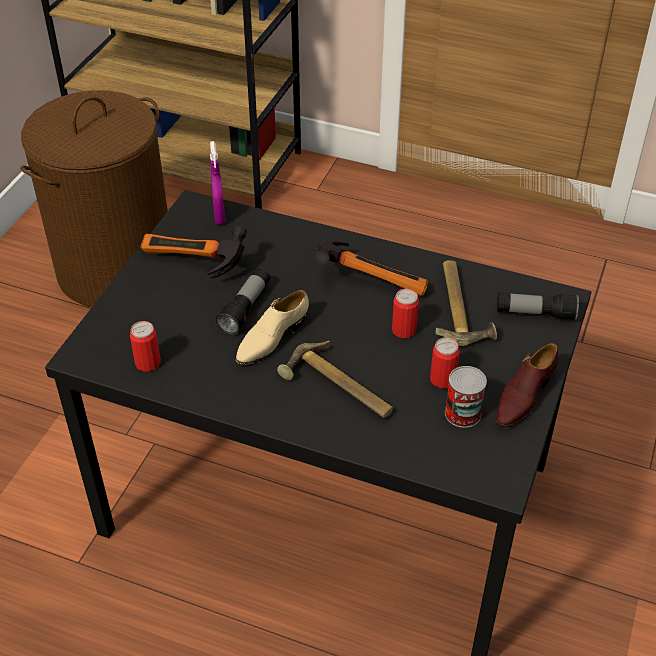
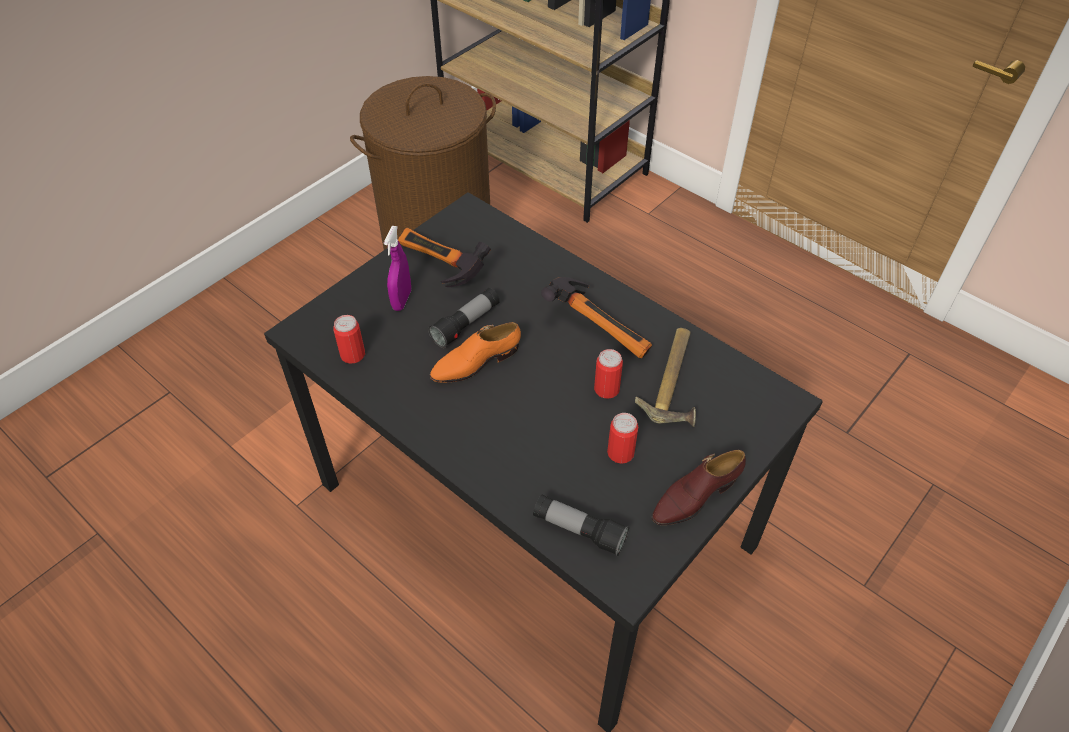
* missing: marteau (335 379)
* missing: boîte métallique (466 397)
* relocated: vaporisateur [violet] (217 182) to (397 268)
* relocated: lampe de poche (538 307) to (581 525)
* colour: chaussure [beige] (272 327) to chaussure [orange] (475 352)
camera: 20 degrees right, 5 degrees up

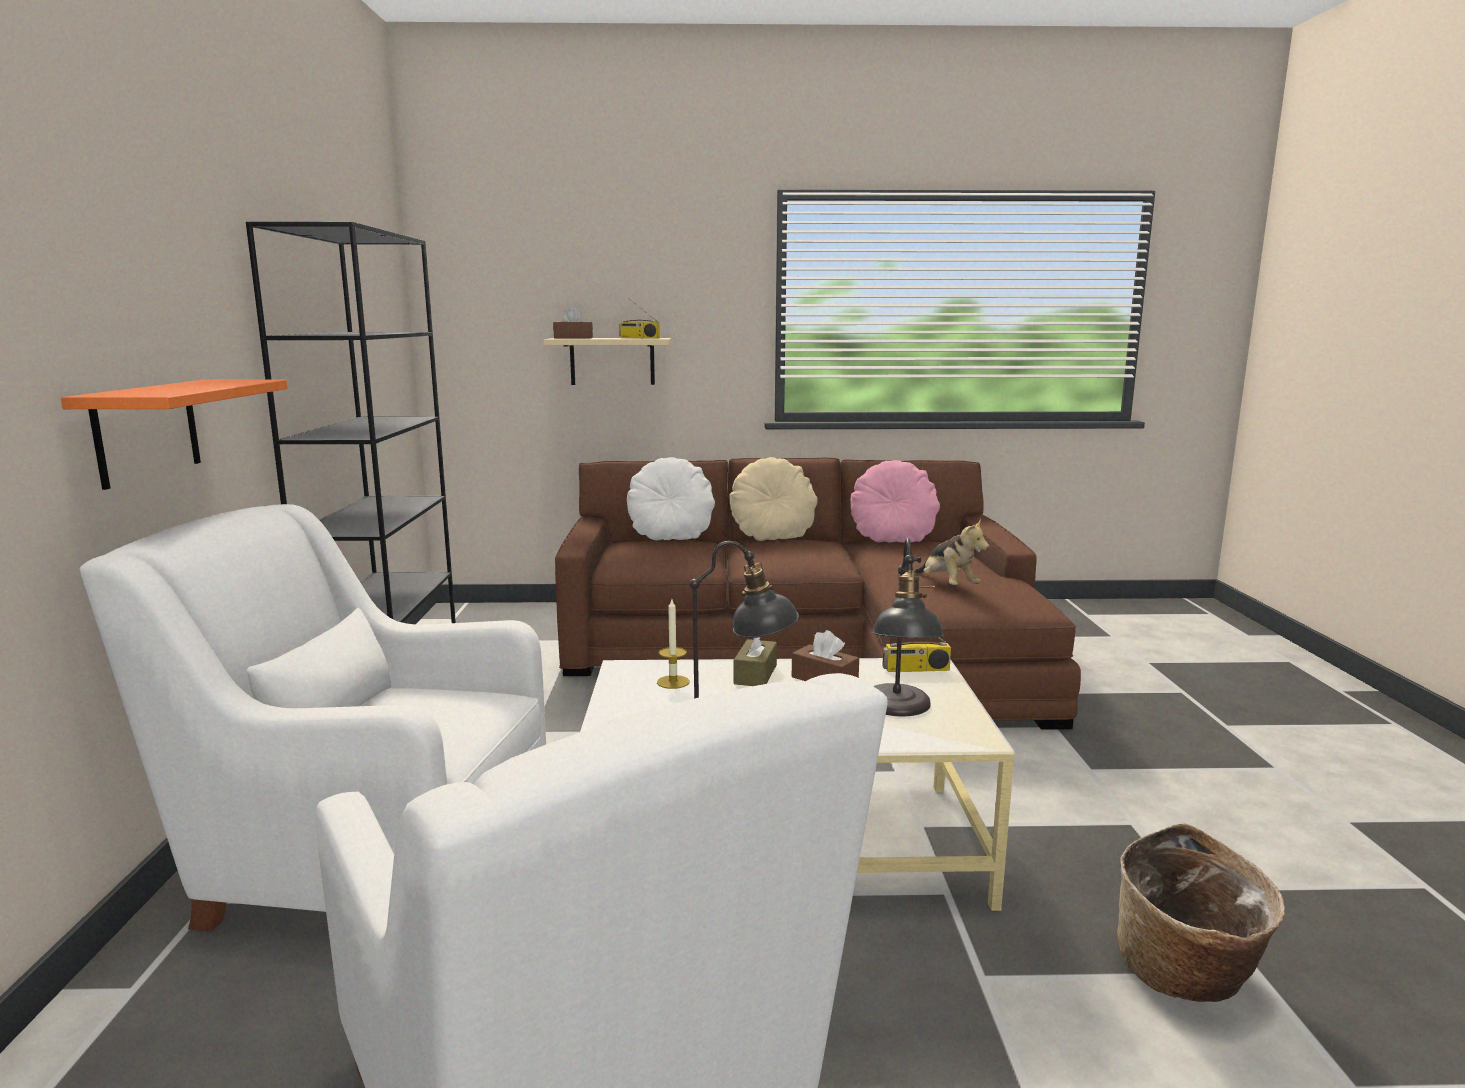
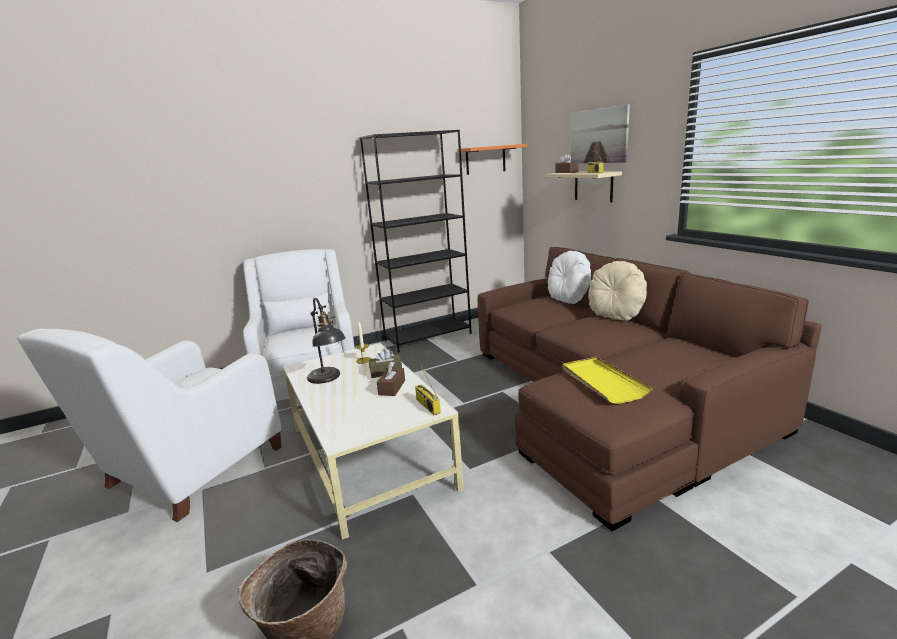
* missing: coussin [rose] (895 501)
* missing: lampe de table [gris] (908 627)
* appeared: tableau (600 133)
* relocated: étagère [orange] (174 435) to (492 159)
* exchanged: peluche (952 552) to plateau [jaune] (608 380)
camera: 65 degrees right, 5 degrees up

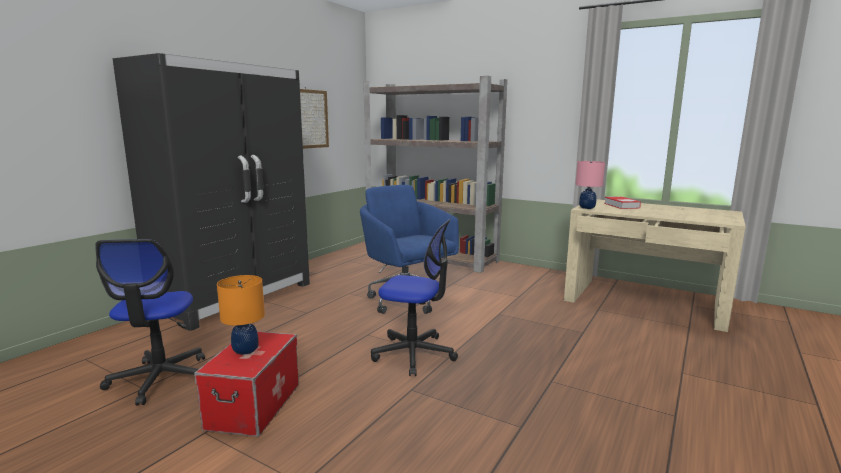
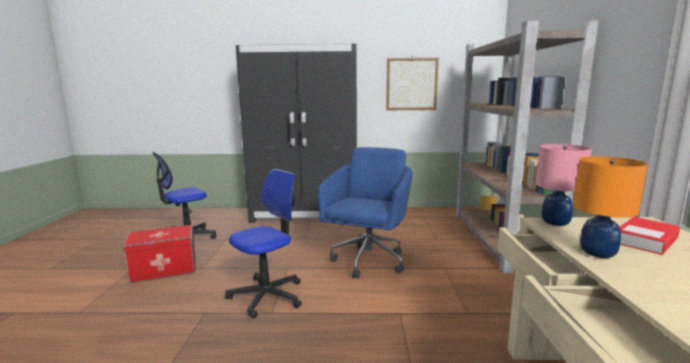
* relocated: lampe de table [orange] (241 315) to (610 207)
* spun: chaise de bureau (414 297) = (263 243) 120 degrees counterclockwise
camera: 60 degrees right, 0 degrees up

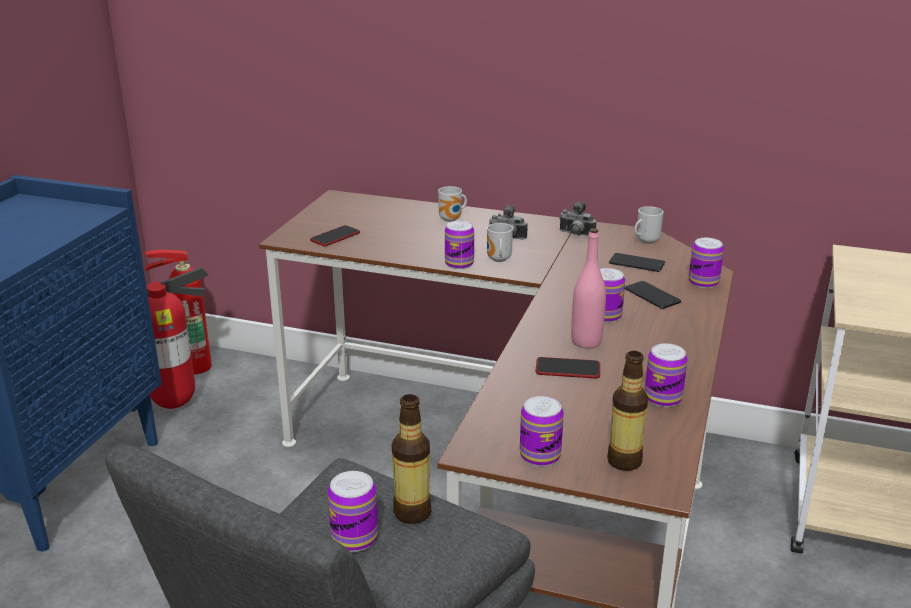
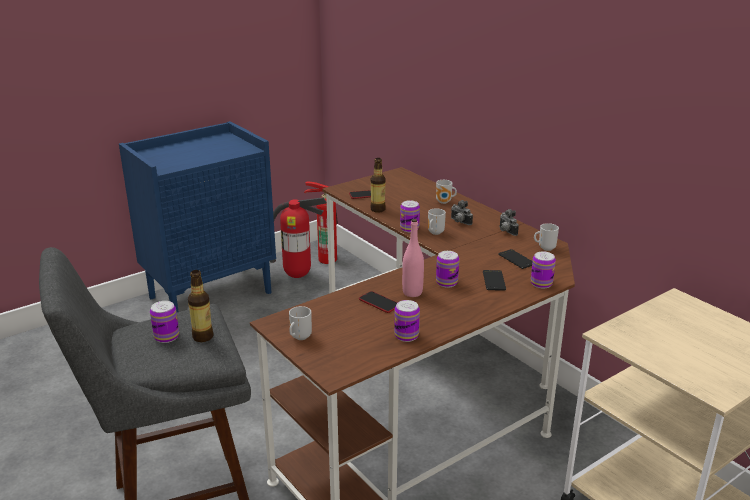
* relocated: bouteille (627 411) to (378 185)
* exchanged: boîte métallique (542 431) to mug (300 323)
camera: 35 degrees right, 0 degrees up

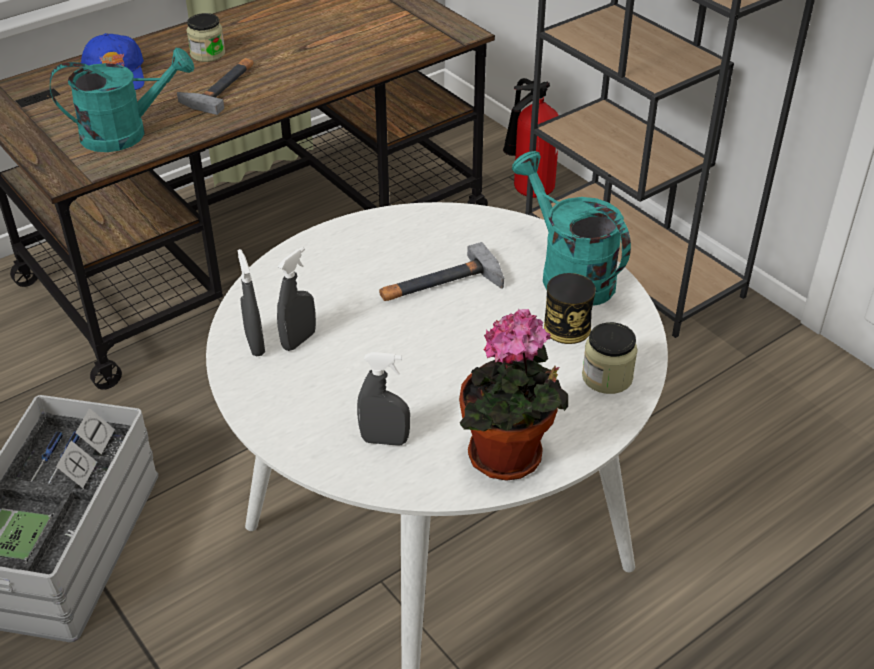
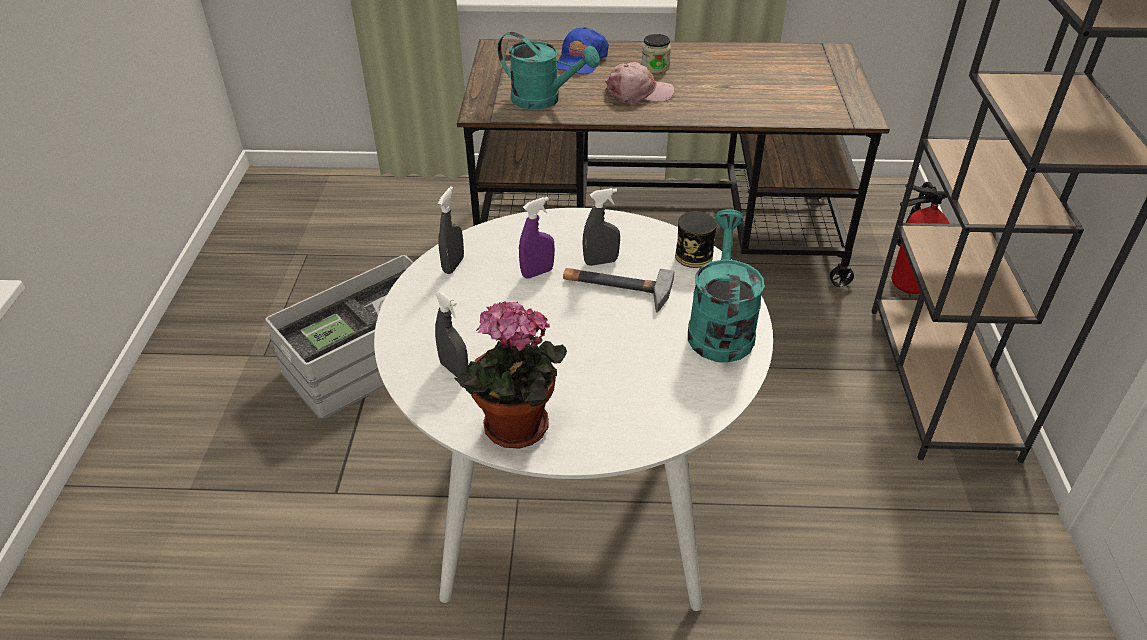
* missing: bocal (610 358)
* appeared: vaporisateur [violet] (537 237)
* relocated: vaporisateur [gris] (296 299) to (601 227)
* relocated: boîte métallique (570 308) to (696 239)
* exchanged: marteau (215 86) to casquette [rose] (639 82)
camera: 40 degrees right, 0 degrees up

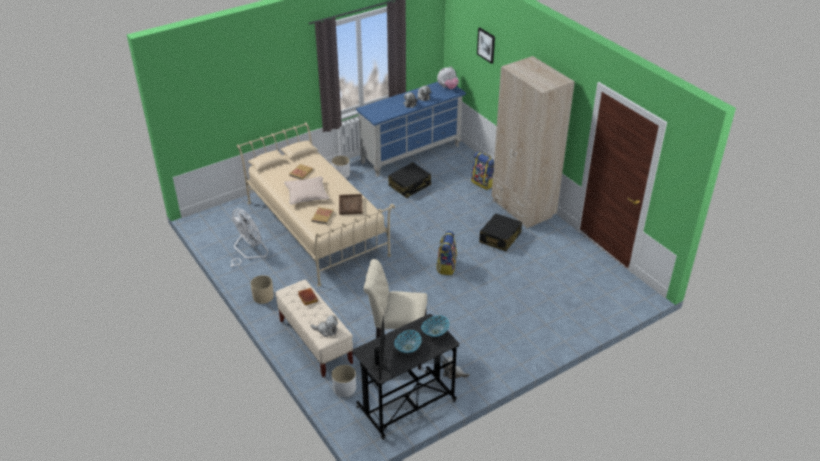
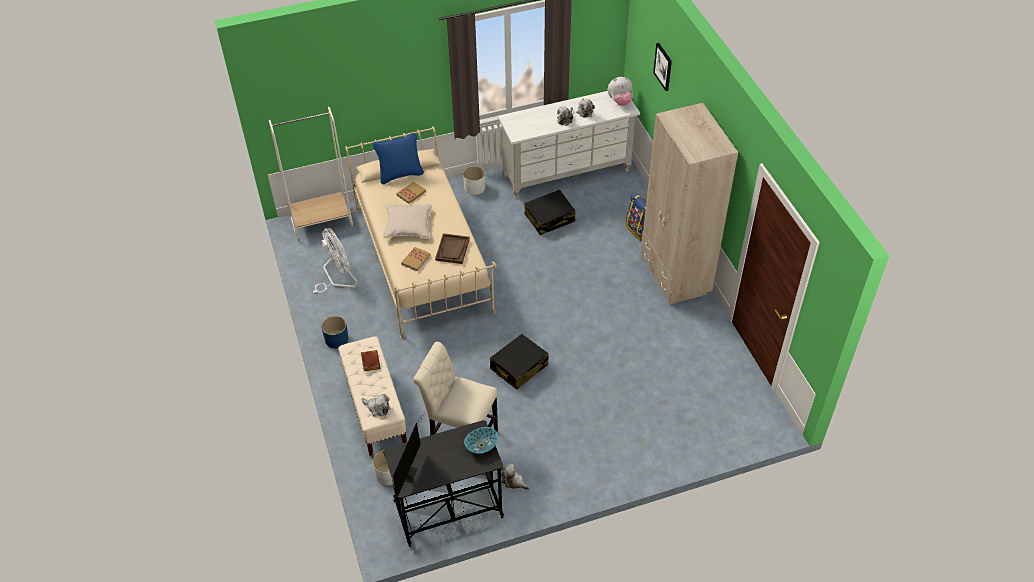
* missing: bol (407 341)
* missing: sac à dos (446 253)
* appeared: portant (311 173)
* appeared: coussin [bleu] (398 158)
* relocated: valise [noir] (500 232) to (519 361)
* colour: cache-pot [beige] (262 289) to cache-pot [bleu] (335 332)
* colour: commode [bleu] (411 129) to commode [blanc] (569 145)
camera: 15 degrees right, 10 degrees up

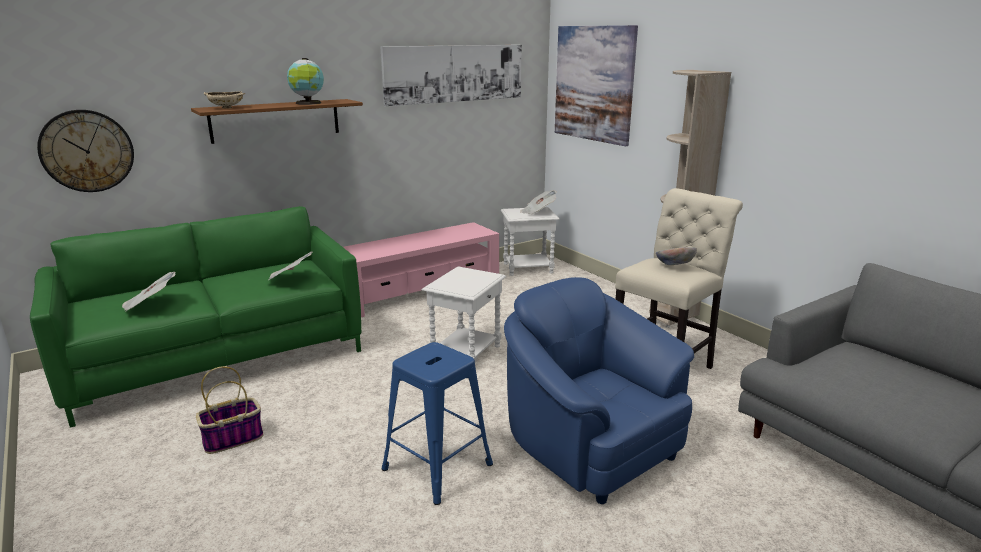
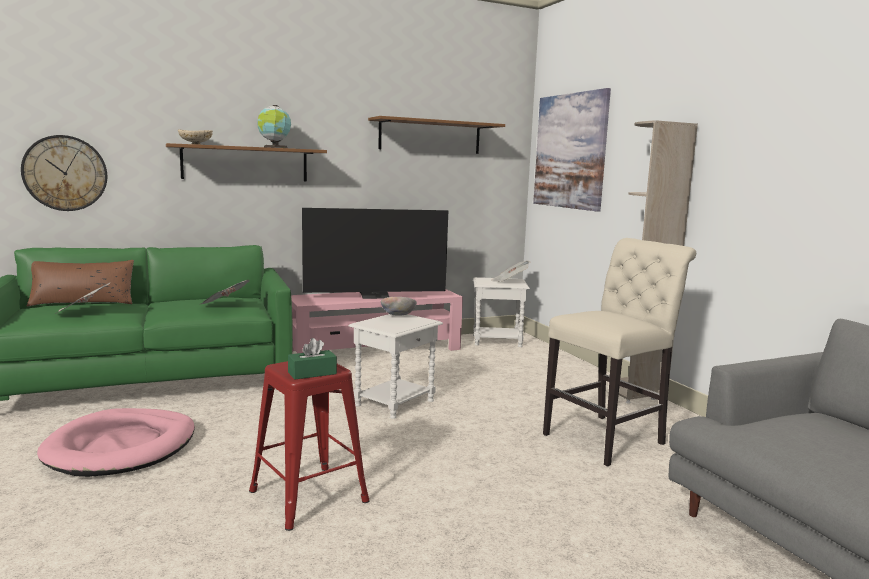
* missing: fauteuil [bleu] (599 390)
* appeared: coussin [marron] (80 283)
* appeared: boîte à mouchoirs [vert] (312 359)
* appeared: téléviseur (375 253)
* relocated: bol (676 256) to (399 306)
* exchanged: panier (230 410) to panier pour chien [rose] (116 442)
* exchanged: tableau (451 75) to étagère [marron] (436 135)
* colour: tabouret [bleu] (437 423) to tabouret [rouge] (309 446)
camera: 10 degrees right, 10 degrees down

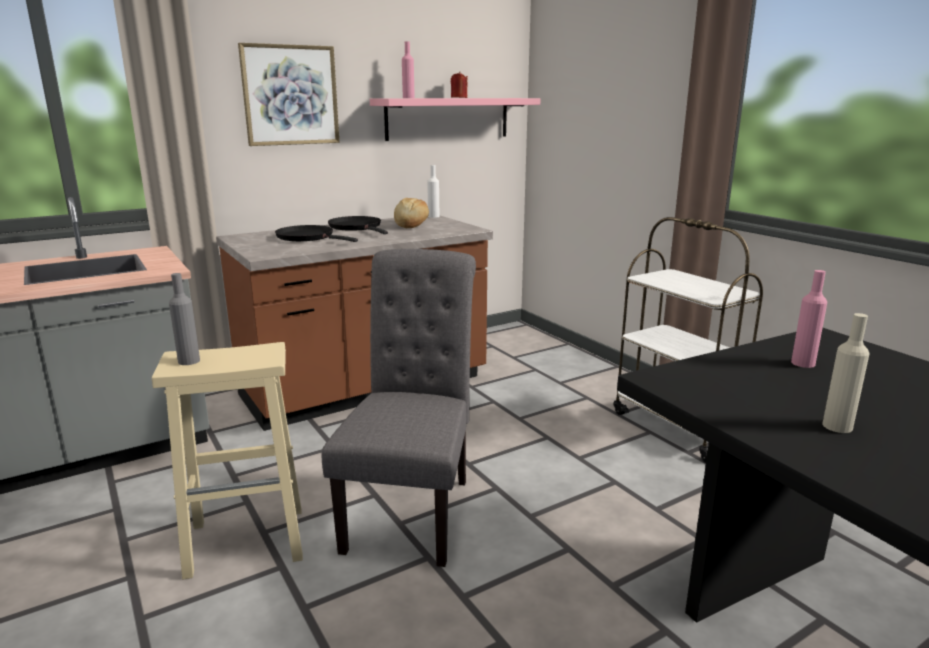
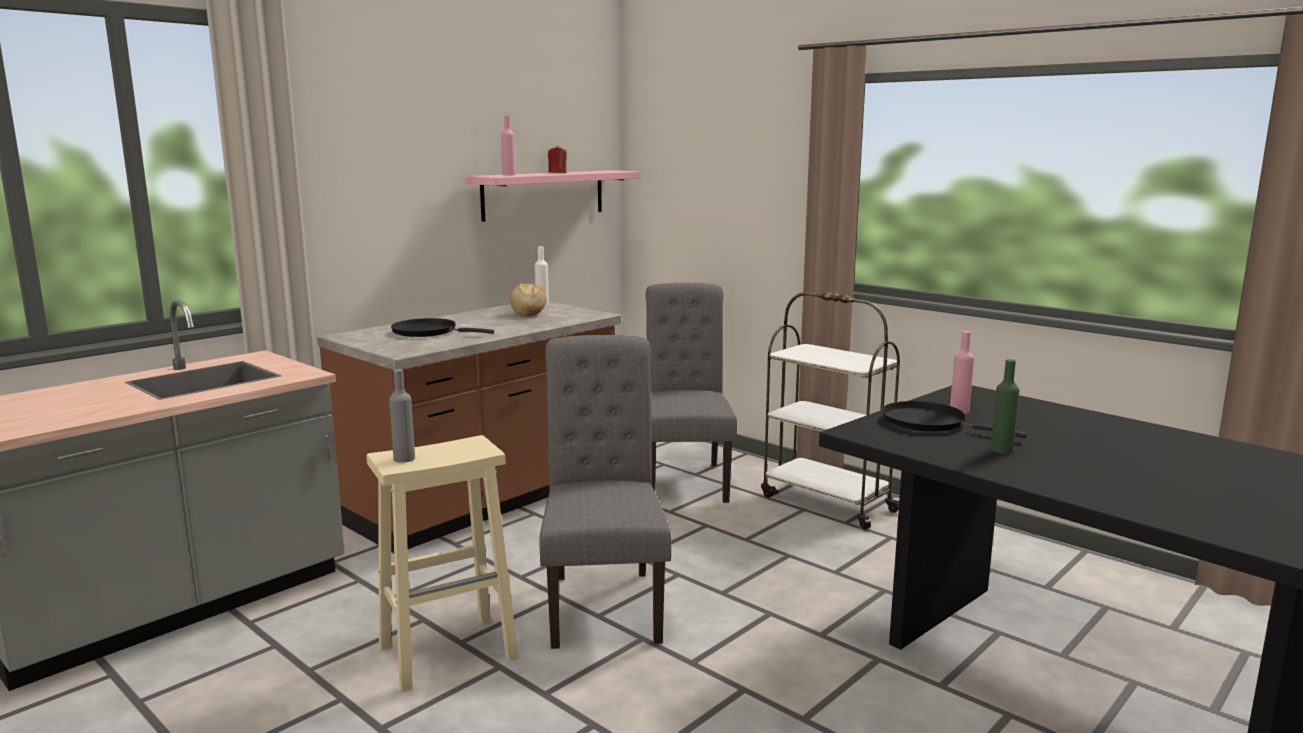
* missing: tableau (289 94)
* appeared: chaise [gris] (691 393)
* relocated: poêle [noir] (358 225) to (954 419)
* colour: bouteille [beige] (845 373) to bouteille [vert] (1005 406)
camera: 15 degrees left, 5 degrees down

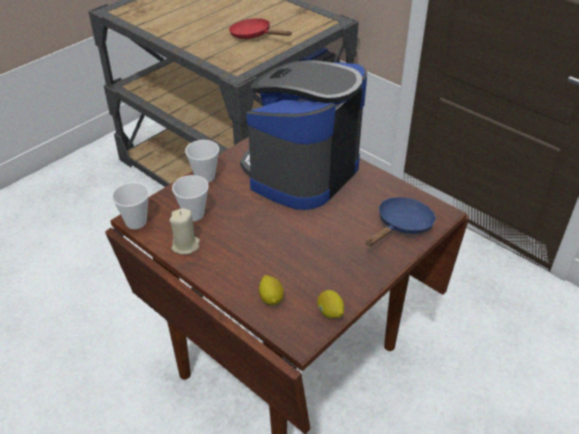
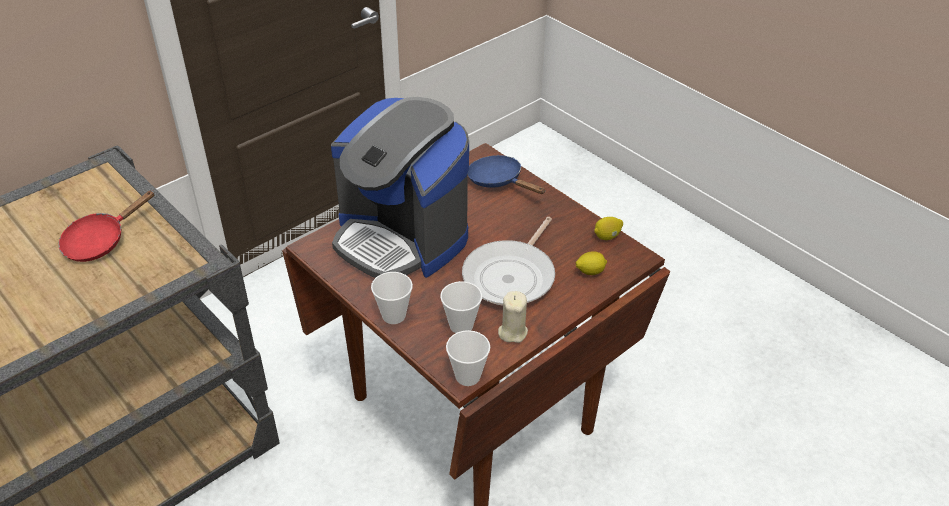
* appeared: poêle (508 261)
camera: 85 degrees left, 0 degrees up

